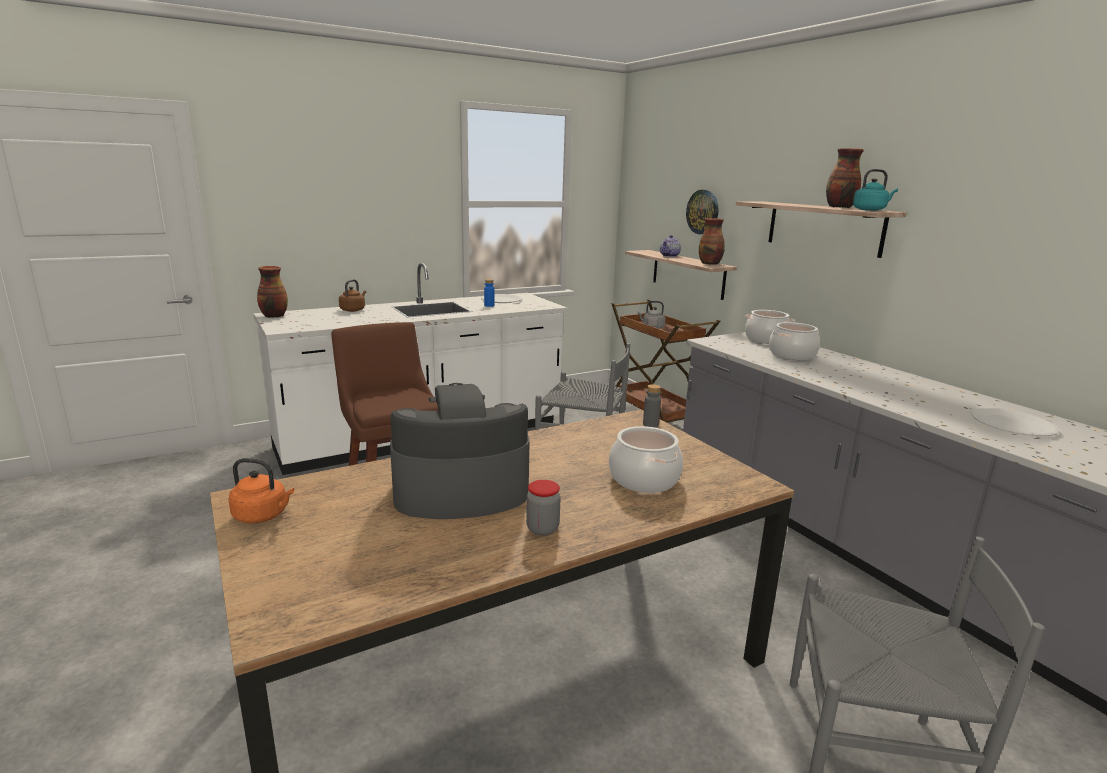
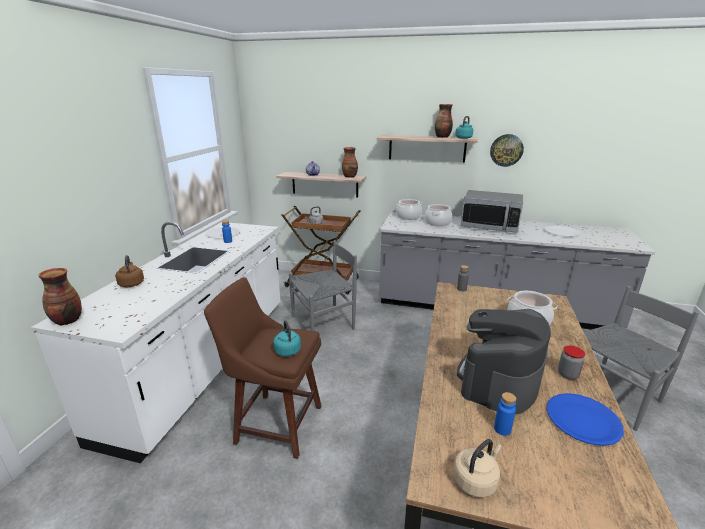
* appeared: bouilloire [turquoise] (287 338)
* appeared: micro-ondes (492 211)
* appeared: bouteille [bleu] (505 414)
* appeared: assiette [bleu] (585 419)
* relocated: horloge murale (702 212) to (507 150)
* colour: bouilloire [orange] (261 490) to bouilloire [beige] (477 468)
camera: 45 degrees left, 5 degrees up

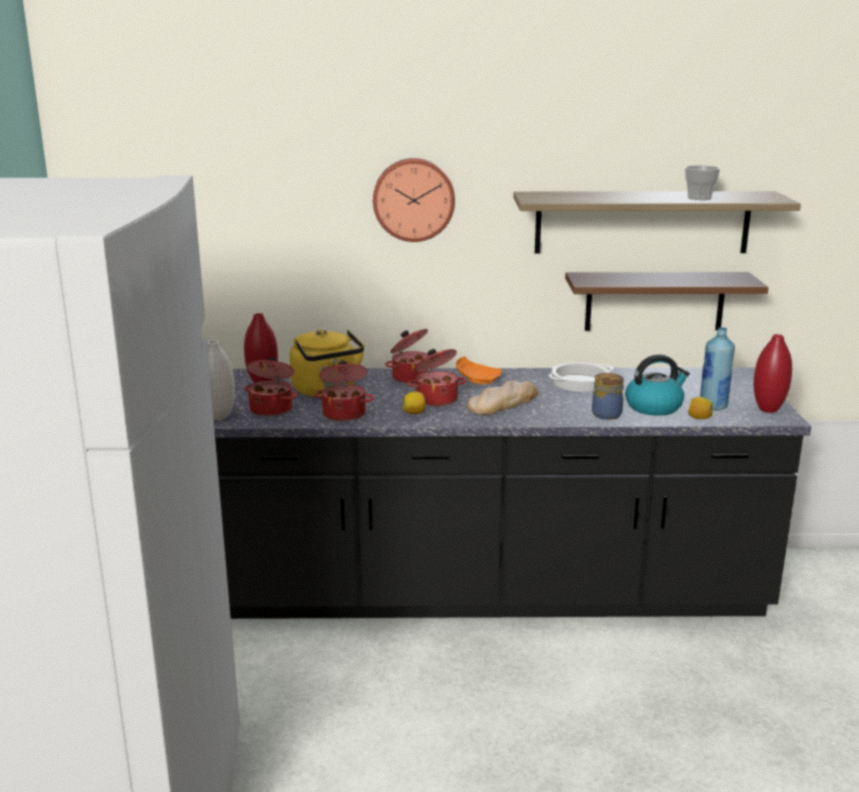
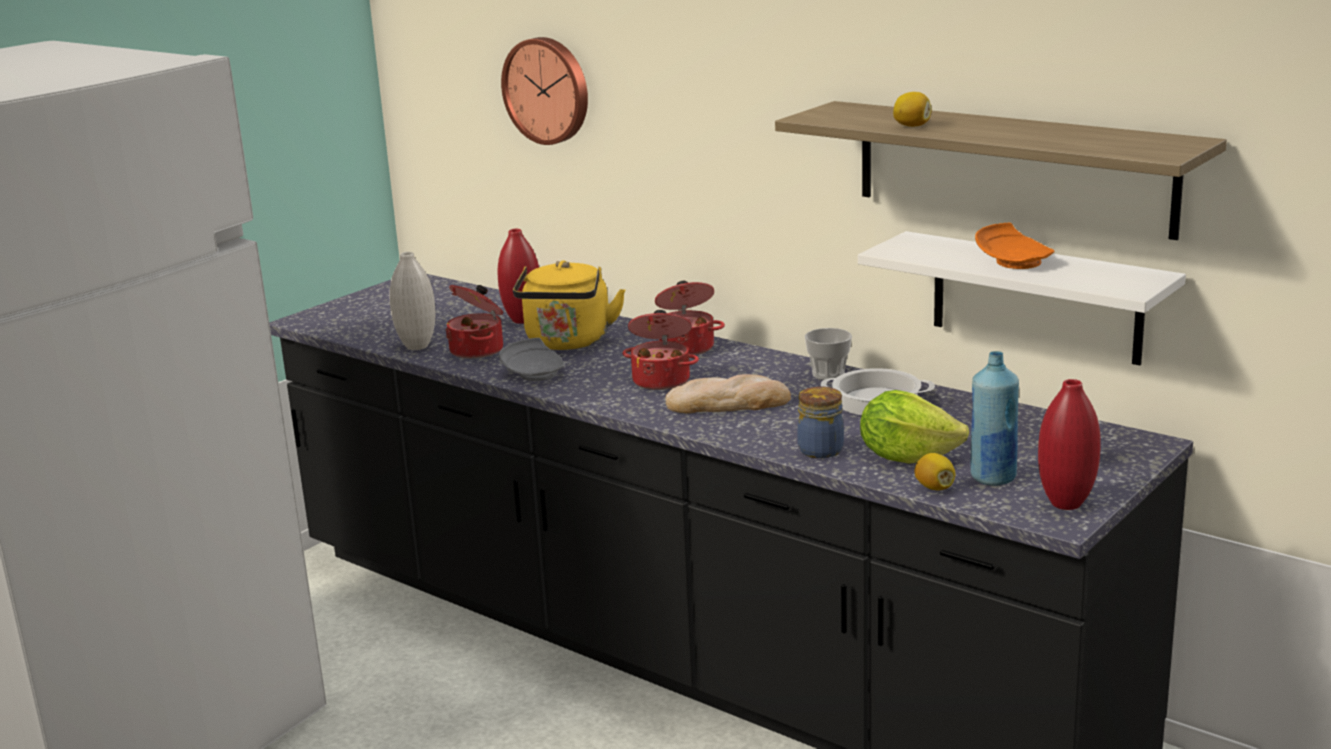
* relocated: horloge murale (414 200) to (544 91)
* relocated: citron (413 403) to (912 109)
* relocated: assiette [orange] (479 370) to (1015 246)
* relocated: tasse (702 182) to (828 354)
* exchanged: marmite (344 392) to assiette [gris] (532 359)
* exchanged: bouilloire (657 385) to laitue (914 427)
* colour: étagère [marron] (666 301) to étagère [blanc] (1022 298)
camera: 40 degrees right, 0 degrees up

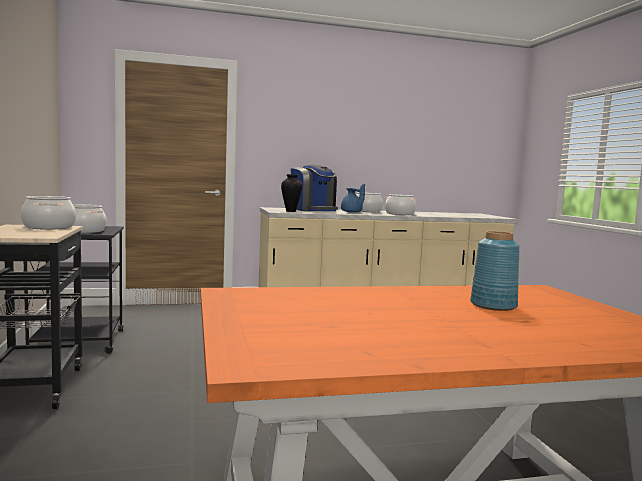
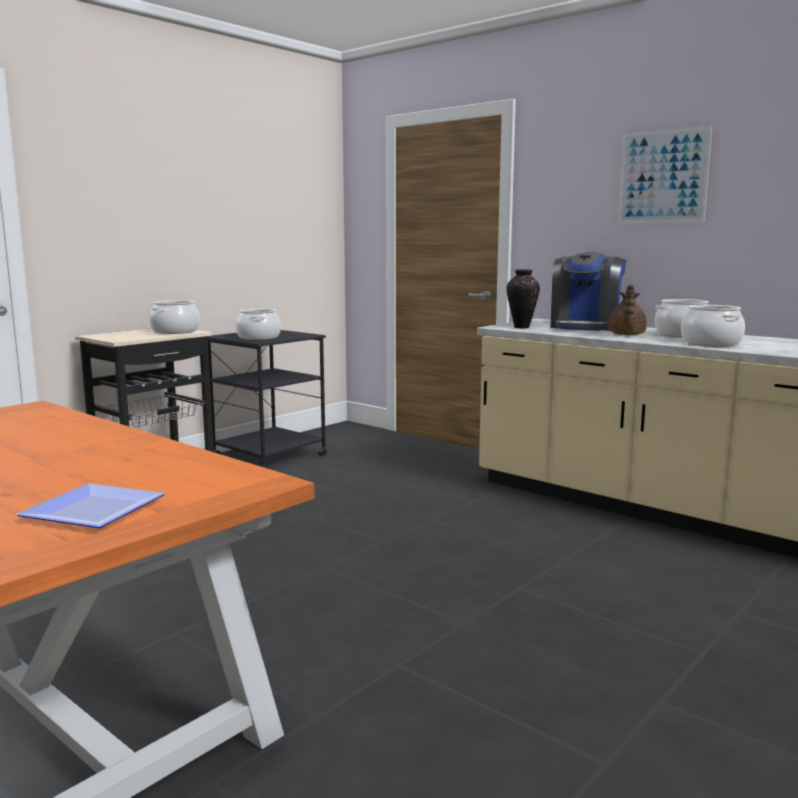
* missing: vase [bleu] (495 271)
* appeared: assiette (90 505)
* appeared: tableau (665 174)
* colour: théière [bleu] (353 198) to théière [marron] (627 310)
camera: 55 degrees right, 5 degrees up

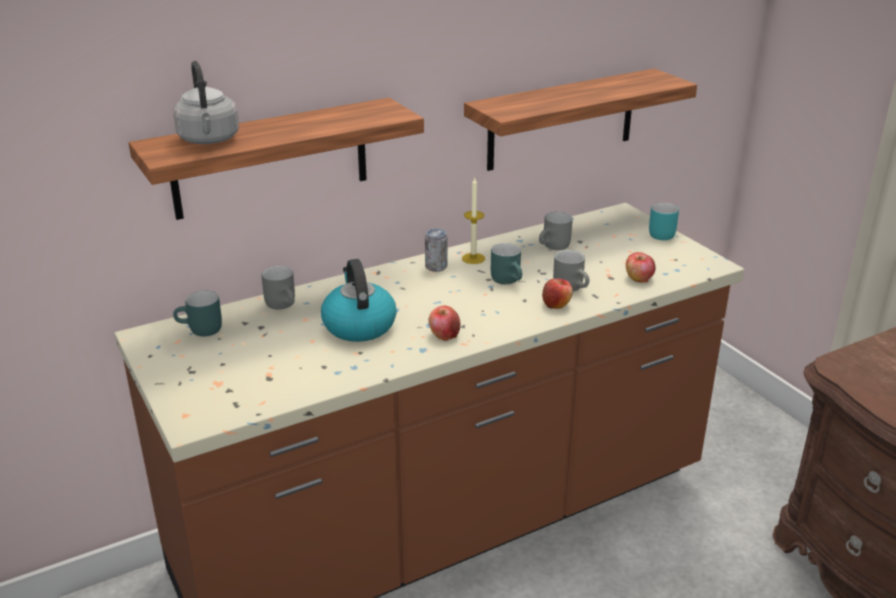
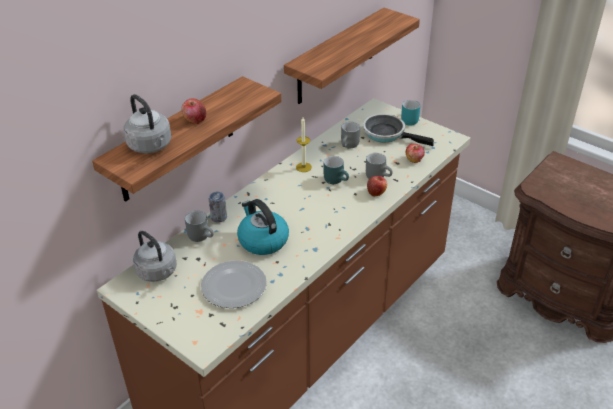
* appeared: assiette (234 284)
* appeared: poêle (398 130)
* relocated: boîte métallique (436 250) to (218 207)
* relocated: pomme (445 323) to (194 111)
* exchanged: mug [turquoise] (197 313) to bouilloire [gris] (155 256)
camera: 20 degrees left, 10 degrees up

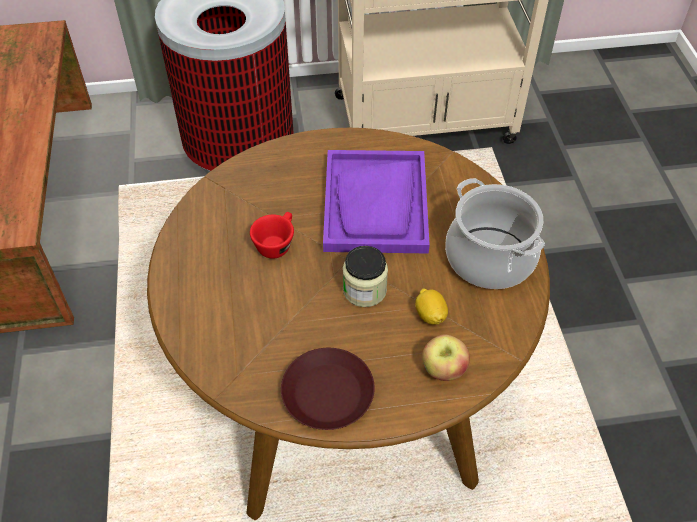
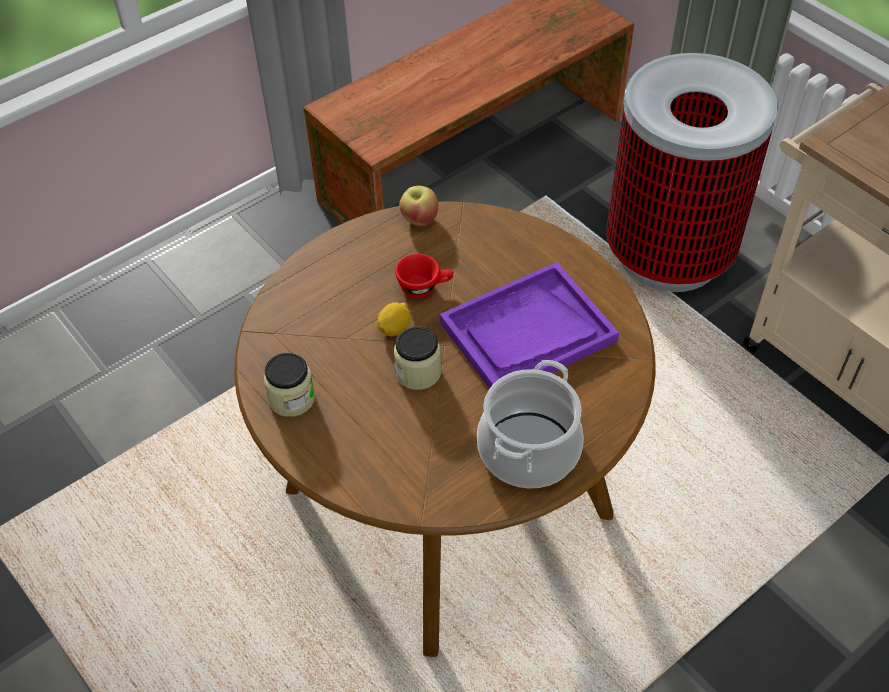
* relocated: citron (431 307) to (394 319)
* relocated: pomme (446 358) to (418 206)
* exchanged: assiette [marron] (328 389) to bocal (289 385)
camera: 60 degrees right, 0 degrees up

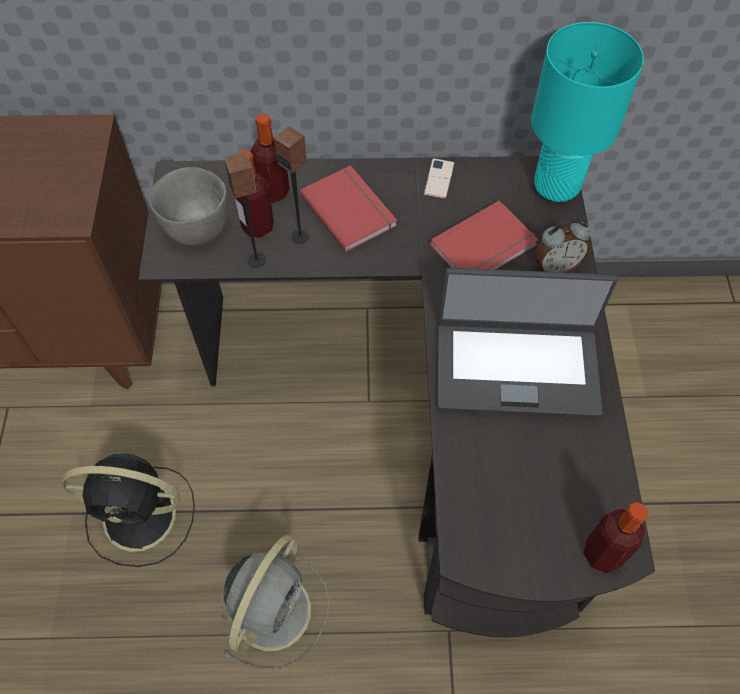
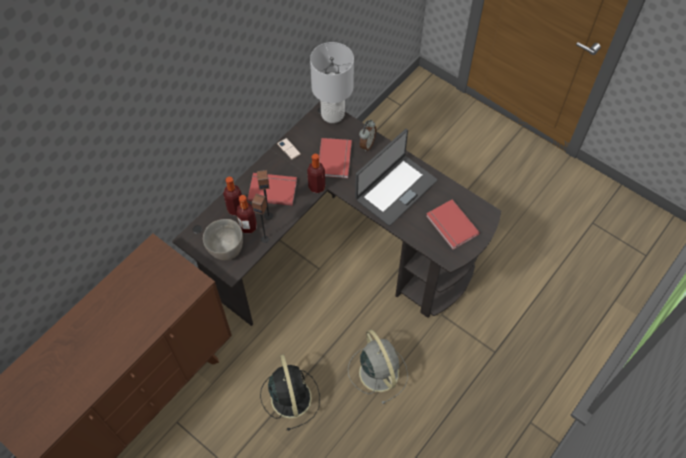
* appeared: livre [rouge] (453 224)
* relocated: bouteille (615 538) to (316 173)
* colour: lampe de table [turquoise] (587 112) to lampe de table [gris] (332 82)
* spun: ventilateur [noir] (128 510) = (290 392) 60 degrees counterclockwise
camera: 50 degrees left, 0 degrees up

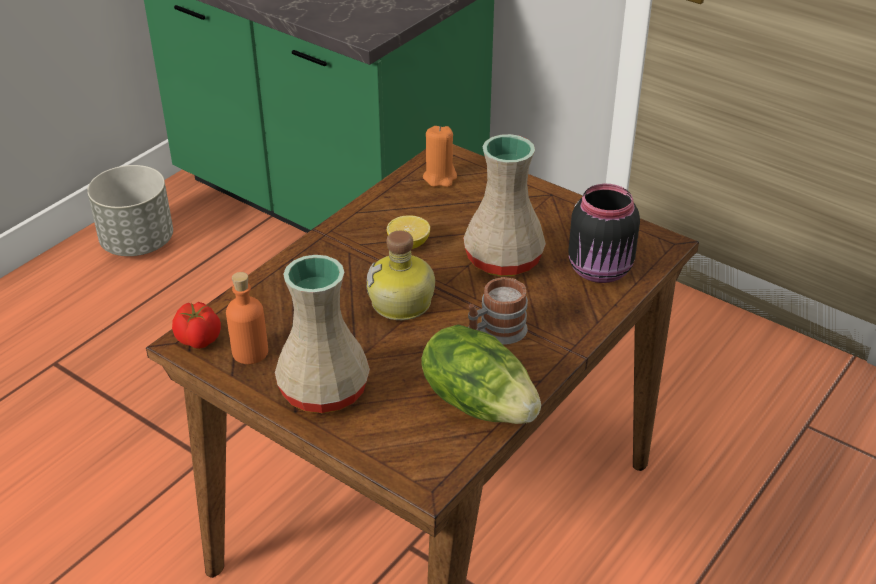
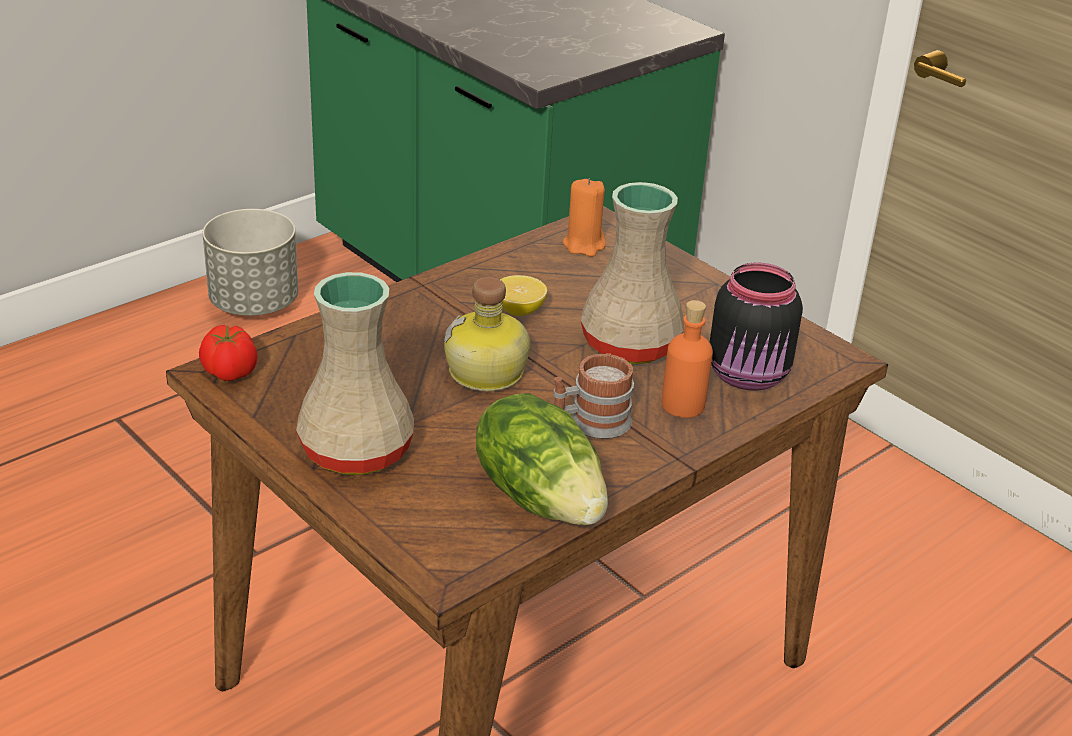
* relocated: bouteille [orange] (247 318) to (687 359)
camera: 10 degrees right, 5 degrees down

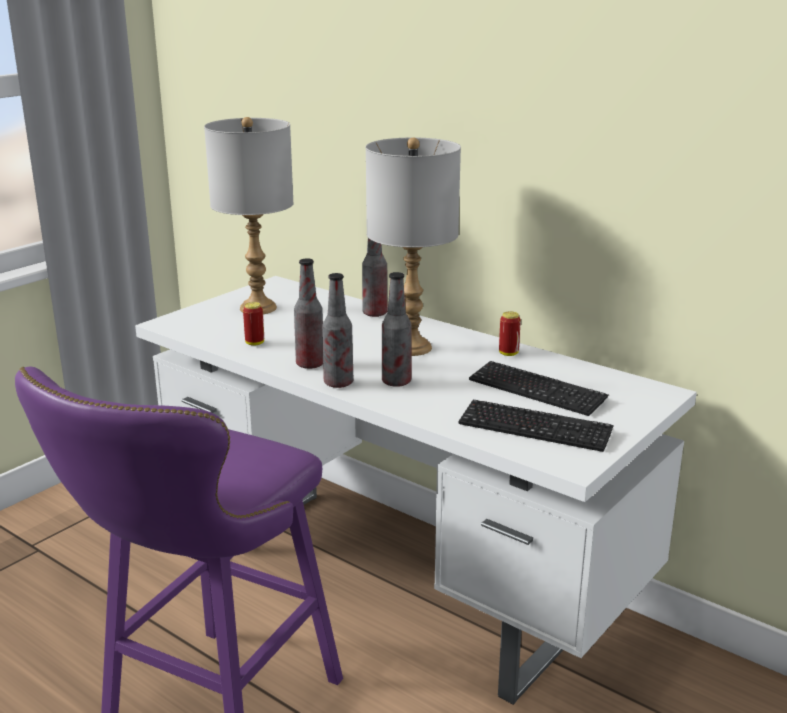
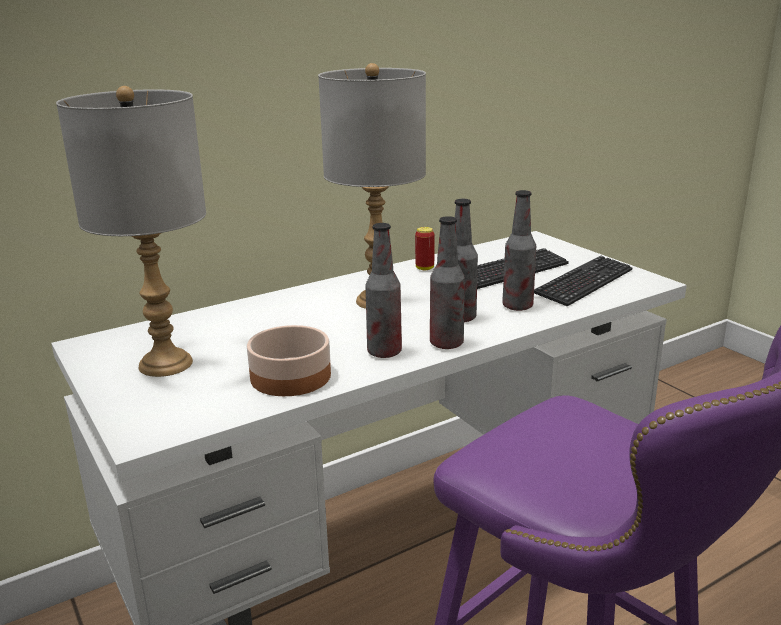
* relocated: bouteille (375 277) to (519 250)
* exchanged: boîte métallique (253 324) to bol (289 360)
camera: 70 degrees left, 0 degrees up

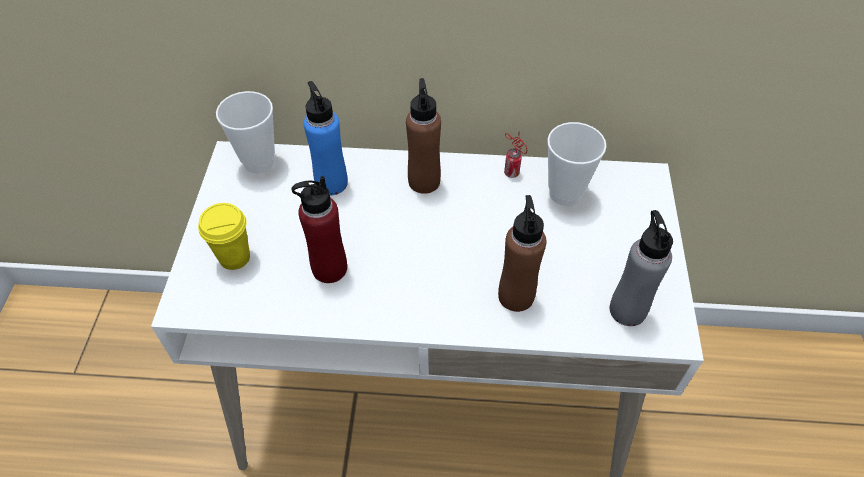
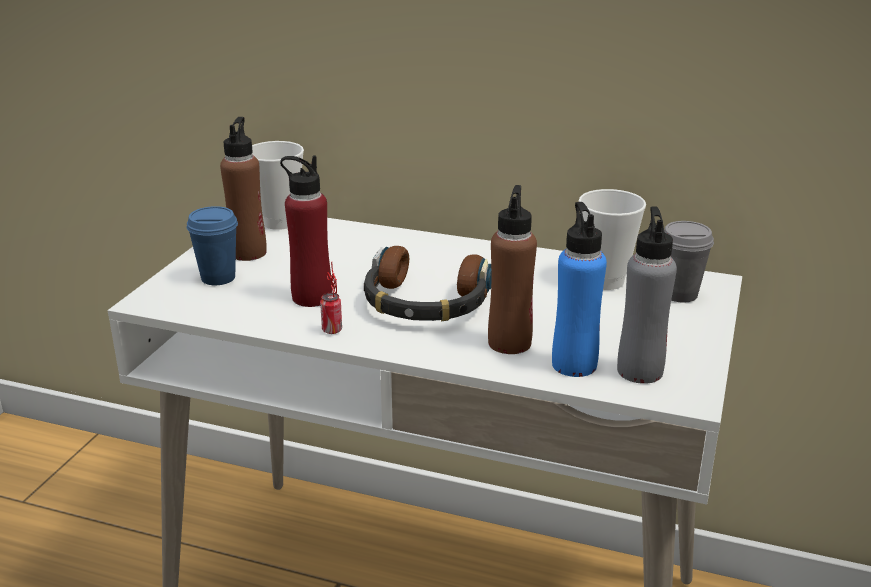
* appeared: casque audio (427 283)
* appeared: tasse [gris] (689 262)
* relocated: bouteille [bleu] (326 138) to (579 289)
* relocated: bouteille [marron] (423 136) to (243 189)
* relocated: boîte métallique (515 154) to (331 298)
* colour: tasse [jaune] (224 236) to tasse [bleu] (212 245)
camera: 15 degrees right, 25 degrees down

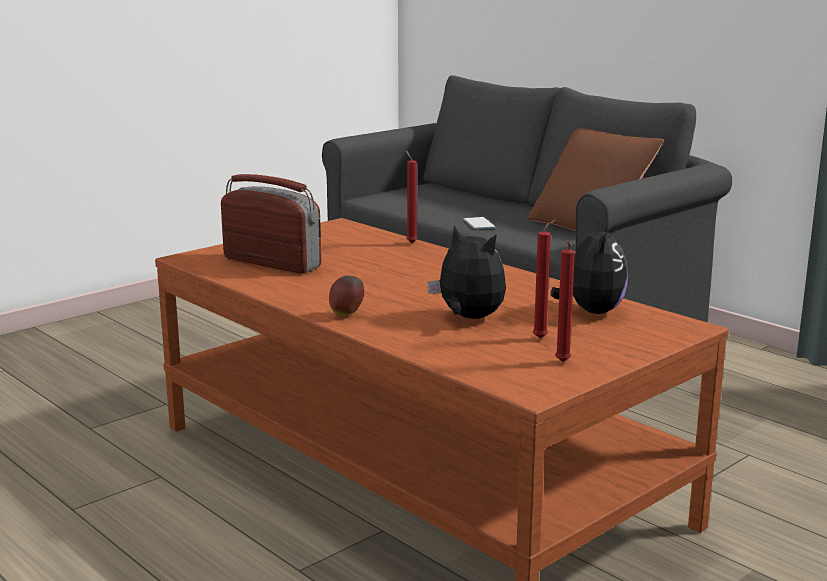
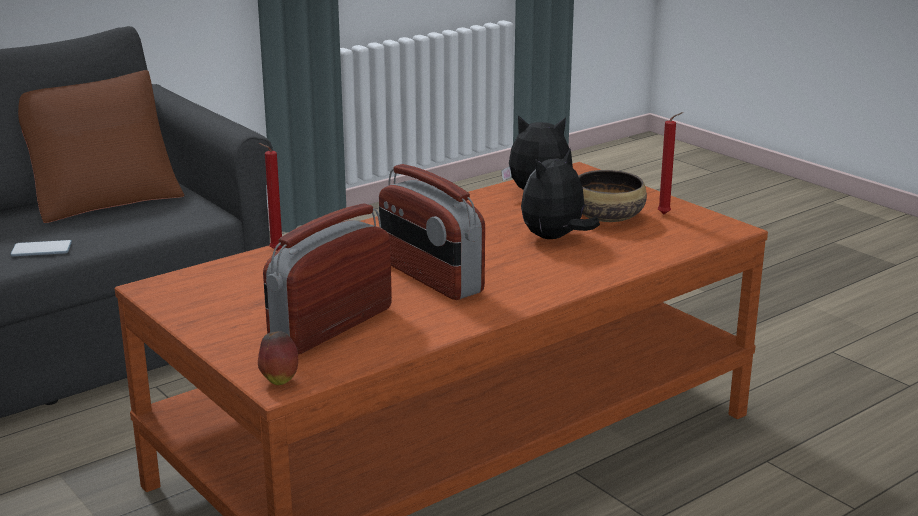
* appeared: radio (432 232)
* relocated: pomme (346 296) to (278 358)
* exchanged: bougie [rouge] (544 278) to bol (612 196)
camera: 85 degrees left, 5 degrees up

